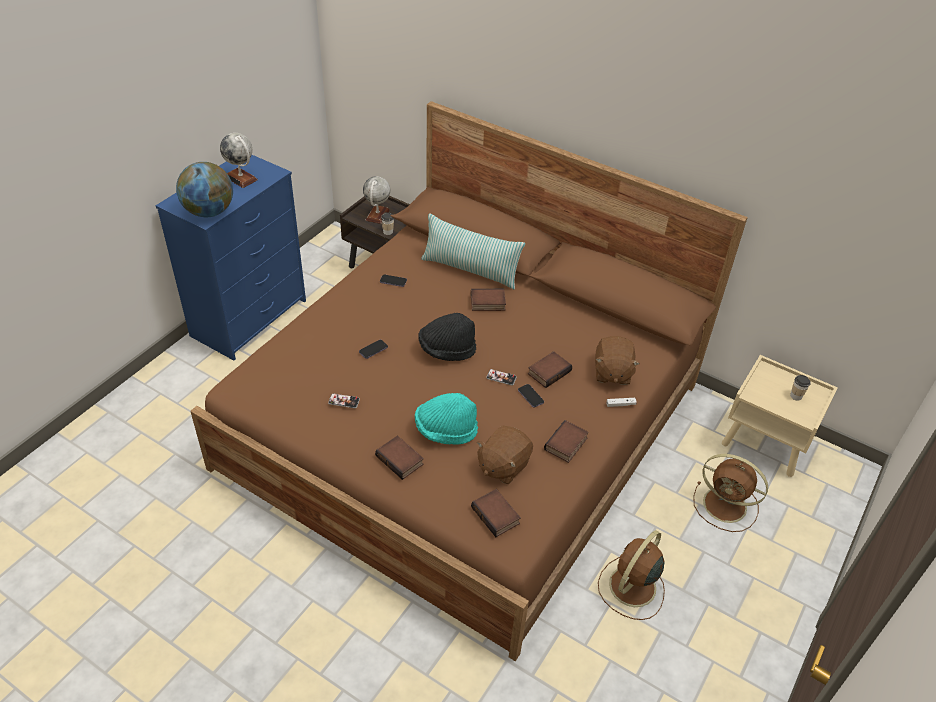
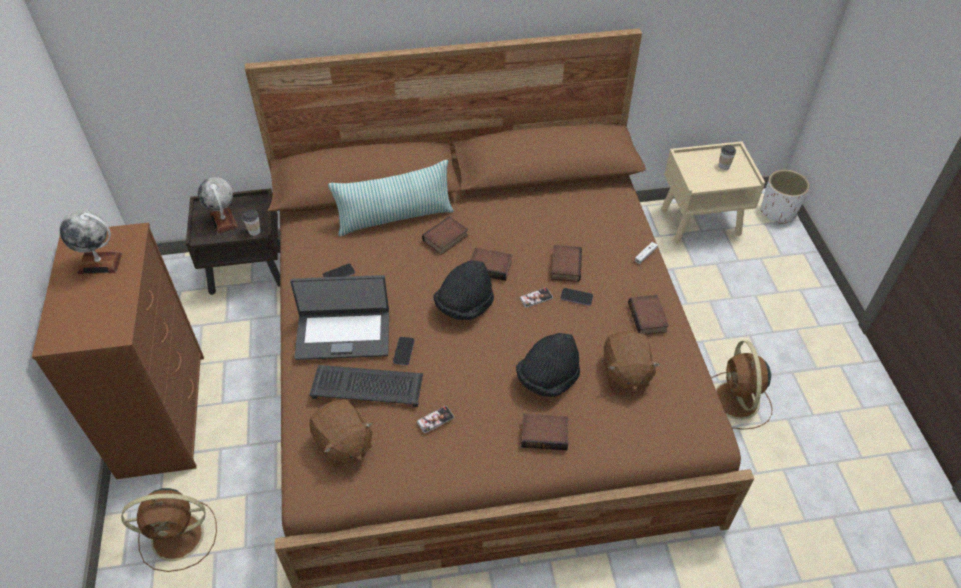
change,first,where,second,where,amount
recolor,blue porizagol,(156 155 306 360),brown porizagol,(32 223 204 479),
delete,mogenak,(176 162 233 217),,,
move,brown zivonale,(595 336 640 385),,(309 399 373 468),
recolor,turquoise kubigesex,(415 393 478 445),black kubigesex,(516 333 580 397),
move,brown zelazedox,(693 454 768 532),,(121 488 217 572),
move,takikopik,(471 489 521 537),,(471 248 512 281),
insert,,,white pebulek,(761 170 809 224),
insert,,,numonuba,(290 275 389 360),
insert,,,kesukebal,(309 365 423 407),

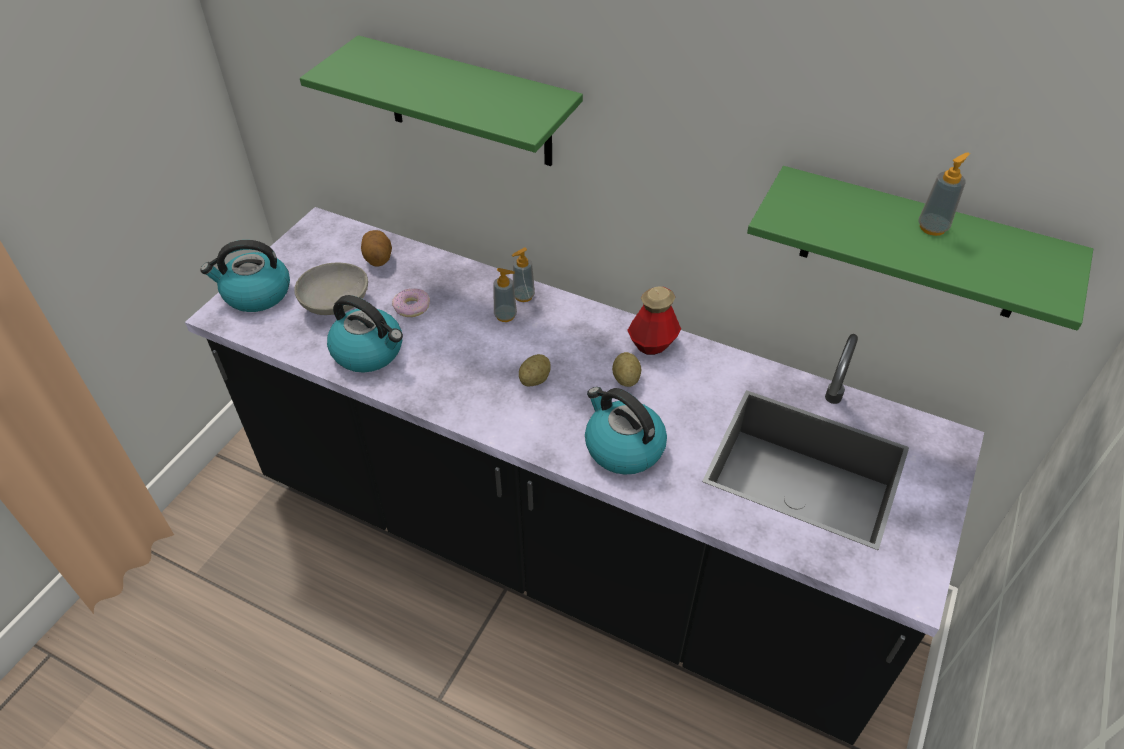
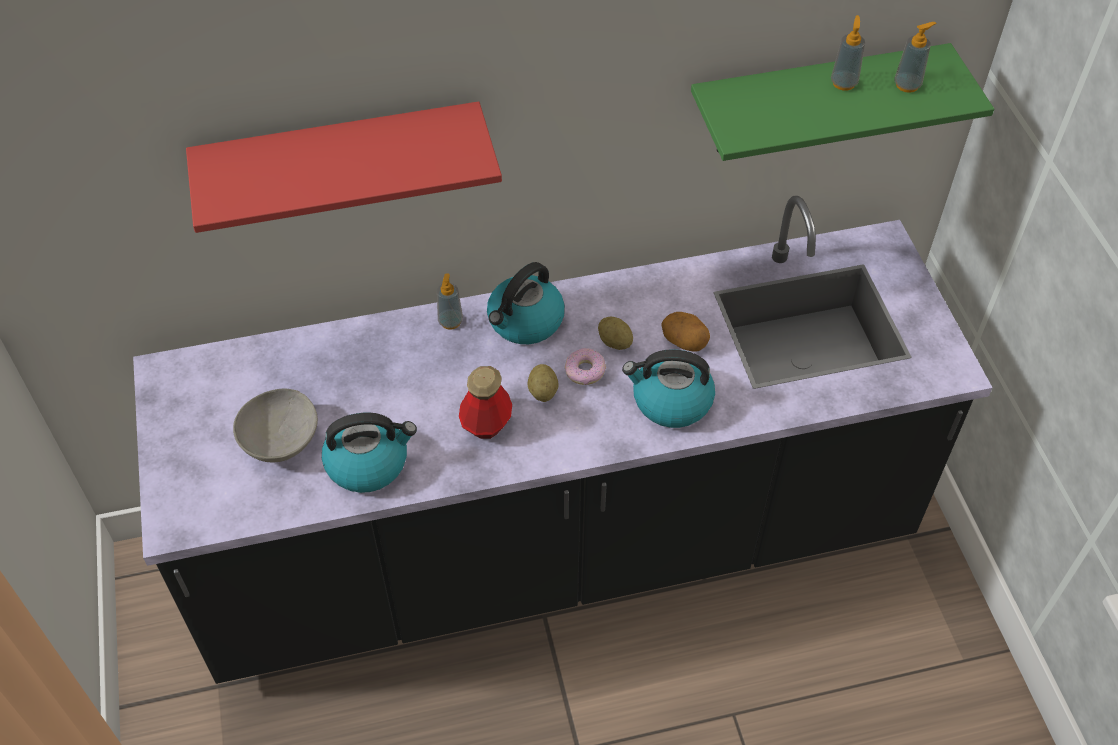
change,first,where,second,where,amount
recolor,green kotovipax,(300 35 583 166),red kotovipax,(186 101 502 233),
move,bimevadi,(361 230 392 267),,(661 312 710 352),
move,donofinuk,(201 240 290 312),,(487 262 565 344),
move,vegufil,(493 268 517 322),,(895 22 936 93),
move,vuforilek,(627 287 681 355),,(459 366 512 439),
move,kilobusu,(392 289 430 317),,(565 348 606 385),

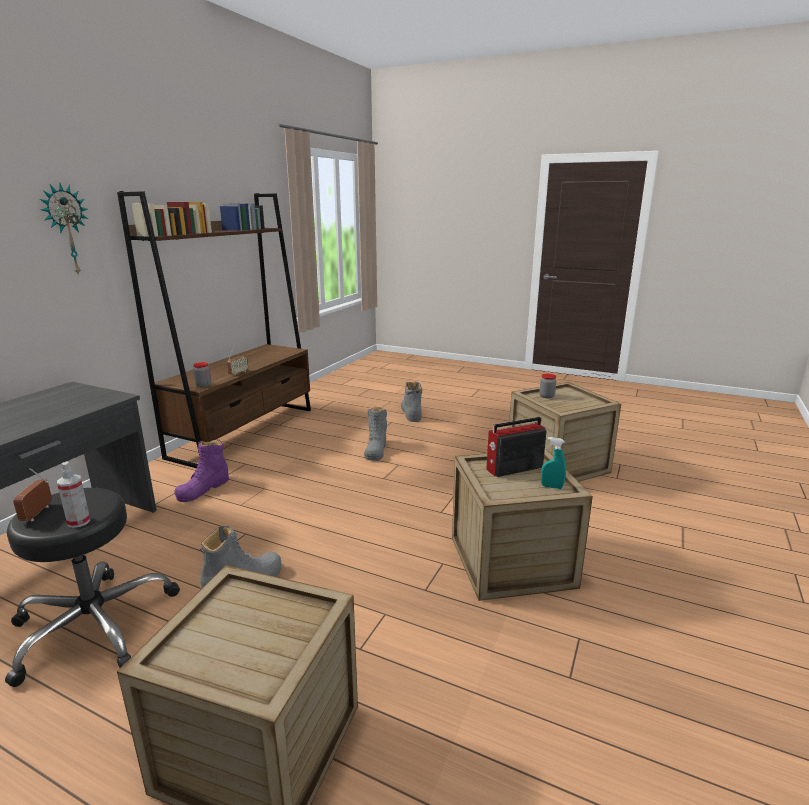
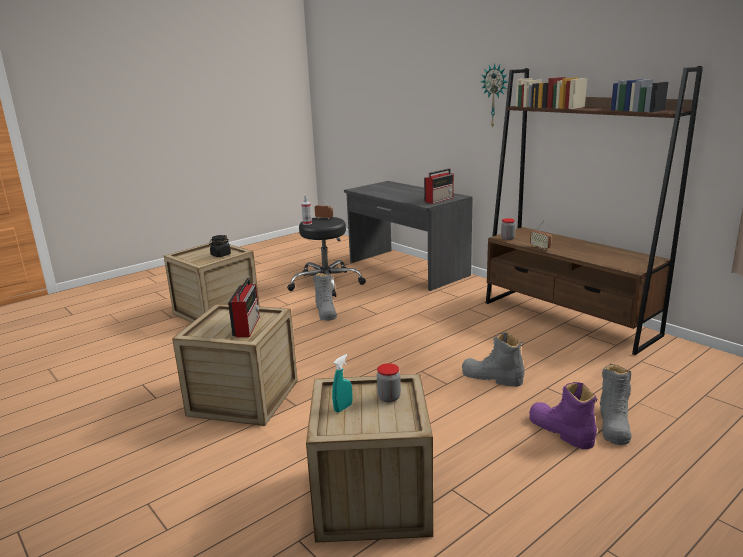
change,first,where,second,where,amount
rotate,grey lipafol,(401 382 422 422),,(600 364 632 445),90 degrees clockwise
move,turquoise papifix,(541 437 566 489),,(332 354 352 413),
move,purple lipafol,(174 439 229 502),,(529 382 597 449),
insert,,,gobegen,(424 168 454 204),
insert,,,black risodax,(209 235 231 257),

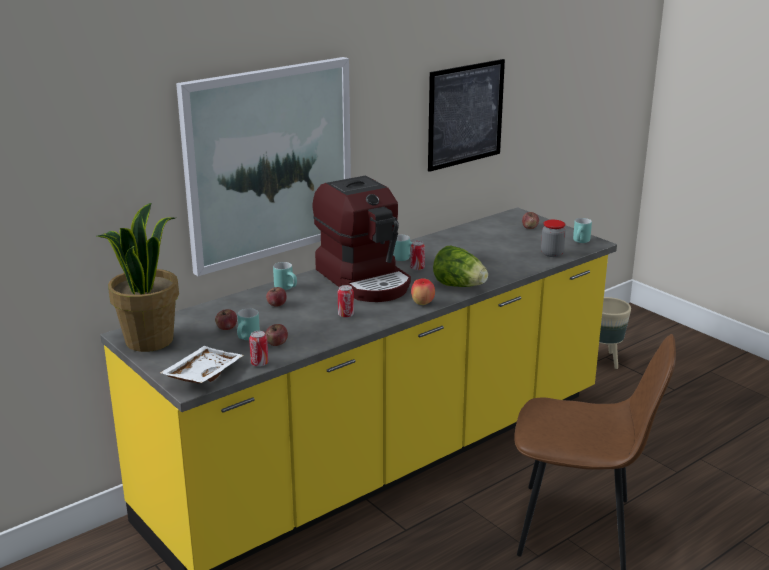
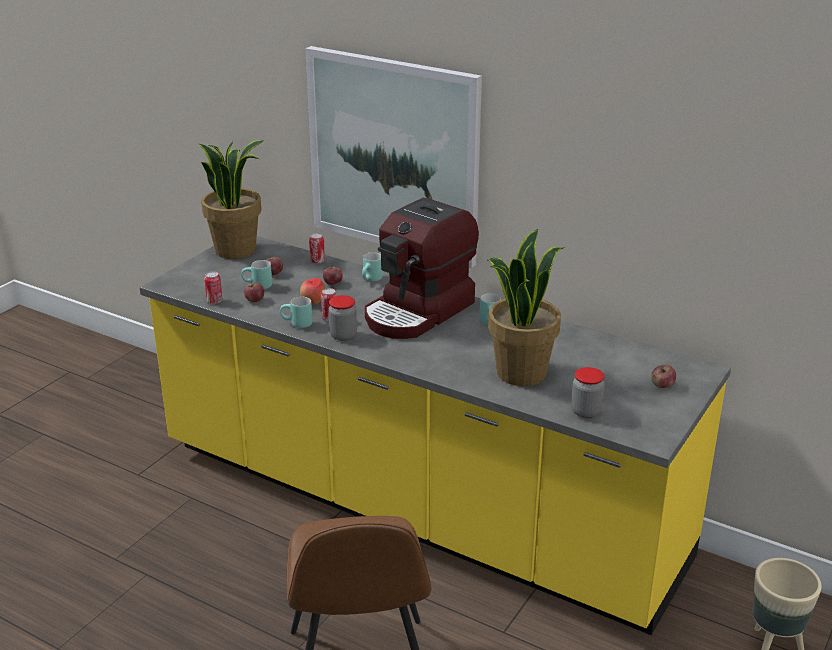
change,first,where,second,where,amount
delete,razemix,(428 59 505 172),,,
move,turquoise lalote,(573 218 592 243),,(280 297 312 328),
move,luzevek,(410 241 425 270),,(309 233 325 264),
delete,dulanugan,(433 246 488 287),,,
move,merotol,(411 278 435 305),,(300 278 325 305),
delete,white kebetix,(160 346 244 384),,,
insert,,,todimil,(488 229 563 386),
insert,,,risodax,(328 295 357 341),

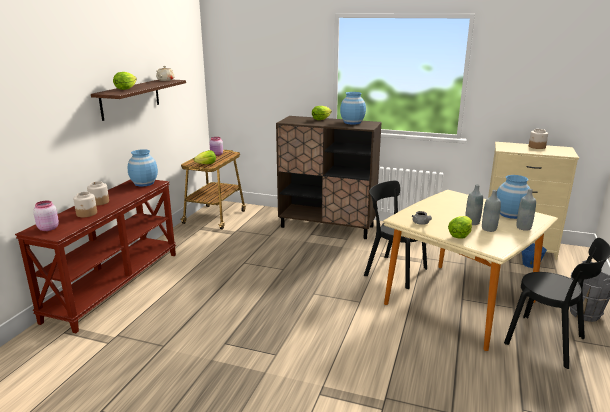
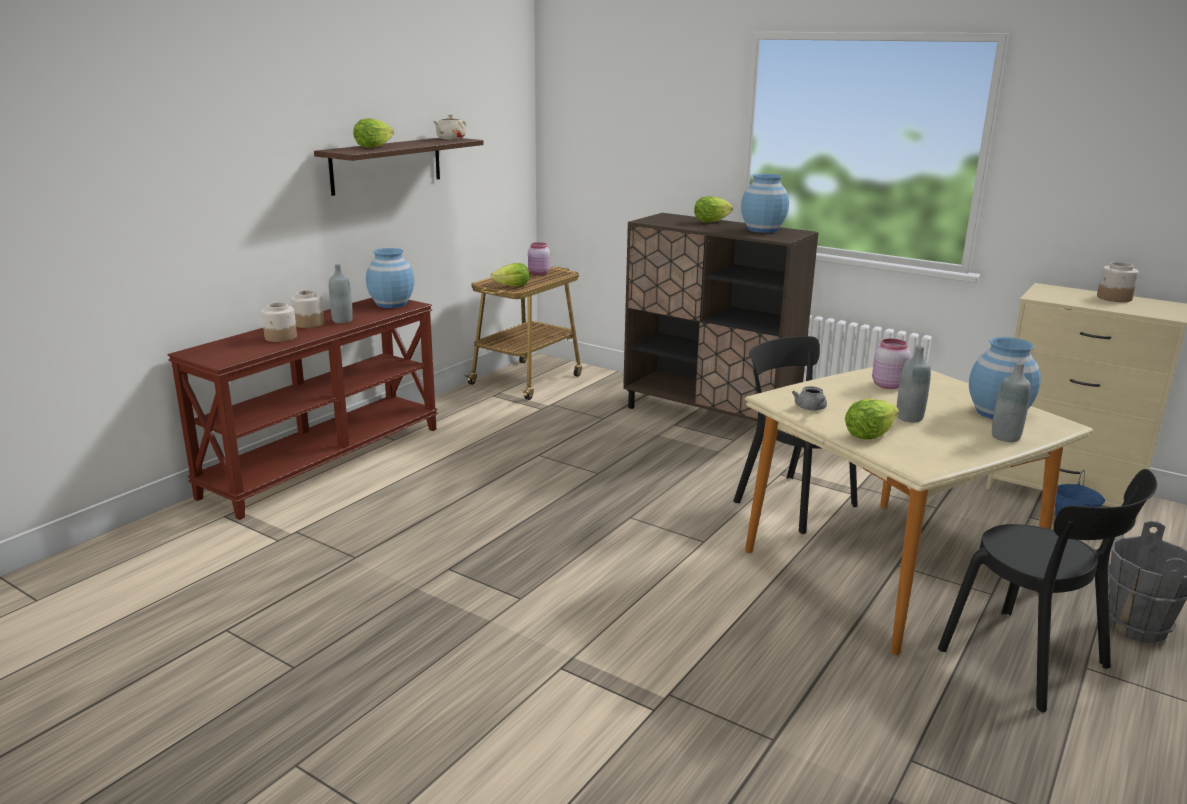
change,first,where,second,where,amount
move,grey vuforilek,(482 190 501 232),,(329 264 353 323),
move,pink risodax,(33 200 59 231),,(872 339 911 389),

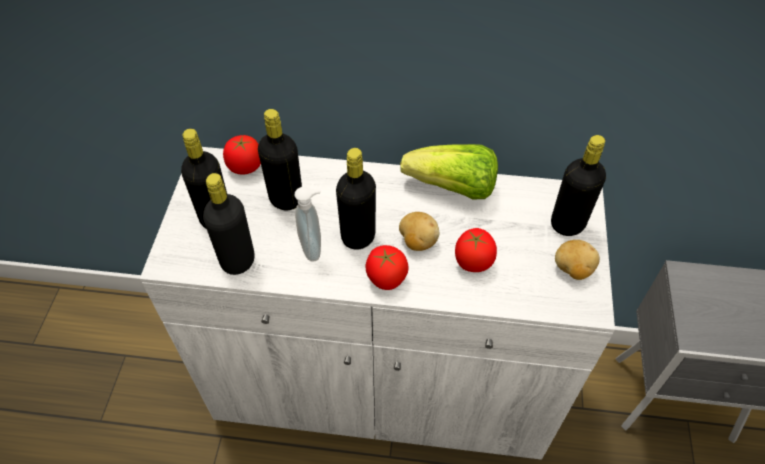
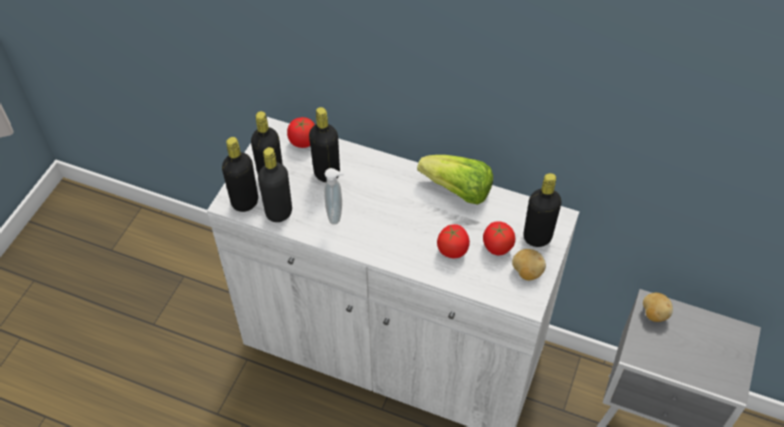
change,first,where,second,where,amount
move,black vuforilek,(336 148 376 250),,(222 137 258 212),
move,bimevadi,(399 212 439 251),,(643 293 673 322),
move,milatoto,(365 245 408 290),,(483 221 515 256),

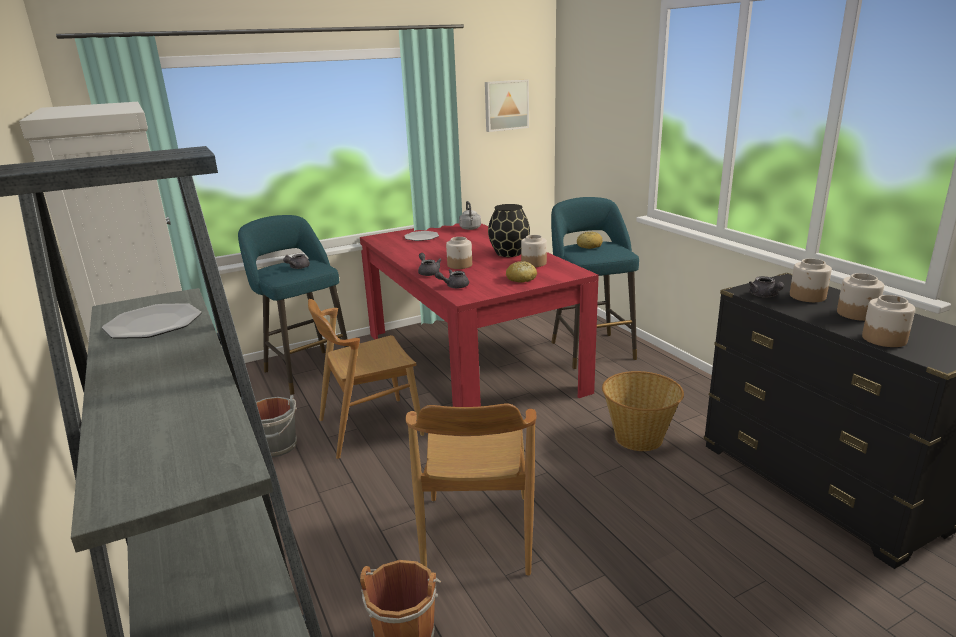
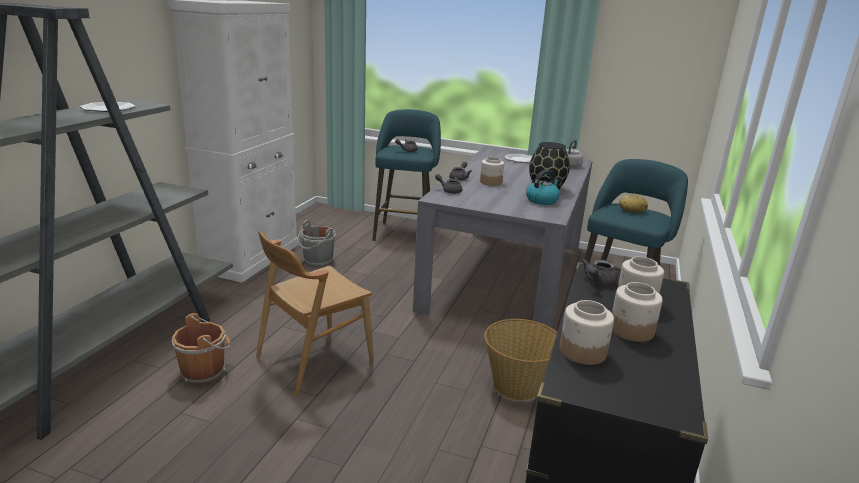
change,first,where,second,where,amount
delete,razemix,(485 79 529 132),,,
recolor,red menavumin,(360 223 599 407),grey menavumin,(413 147 593 328),
replace,risodax,(521 235 547 267),donofinuk,(526 170 560 205),
delete,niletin,(506 261 537 283),,,
delete,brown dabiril,(308 299 424 459),,,

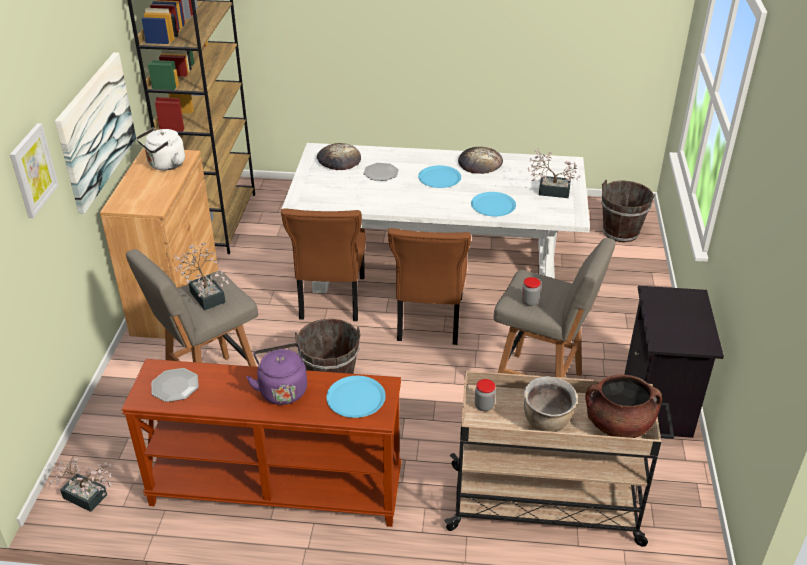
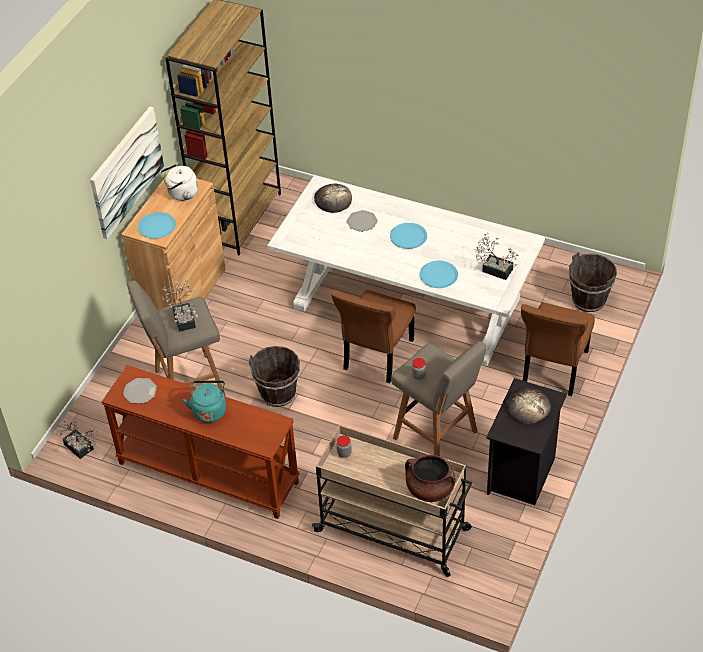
change,first,where,second,where,amount
delete,razemix,(10 123 59 218),,,
move,niletin,(458 147 503 174),,(506 387 551 424),
move,brown dabiril,(281 209 366 321),,(521 303 595 397),
recolor,purple donofinuk,(246 343 307 405),turquoise donofinuk,(183 380 226 423),
move,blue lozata,(326 376 386 418),,(138 212 176 239),
delete,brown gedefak,(524 376 577 432),,,

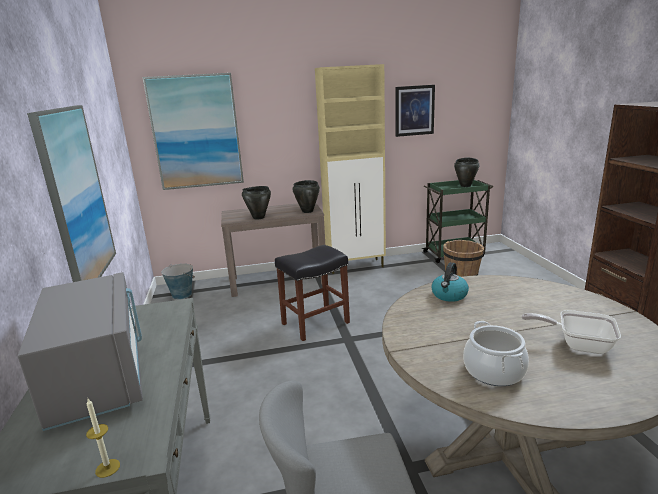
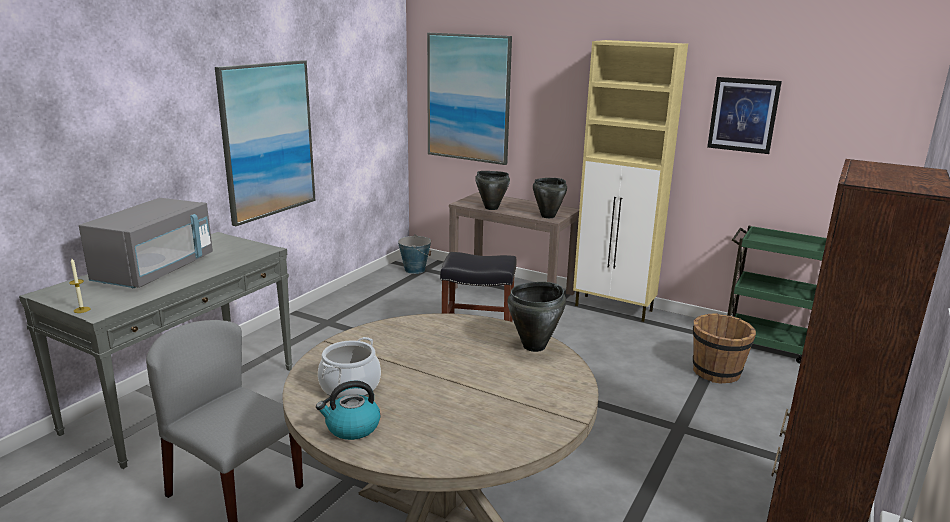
change,first,where,second,where,amount
move,black gedefak,(454 158 479 187),,(507 282 566 352),
move,donofinuk,(431 262 469 302),,(316 380 380 440),
delete,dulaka,(522 310 621 354),,,

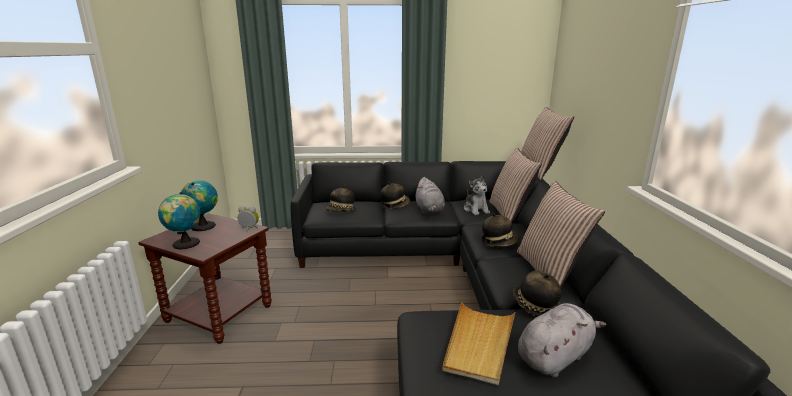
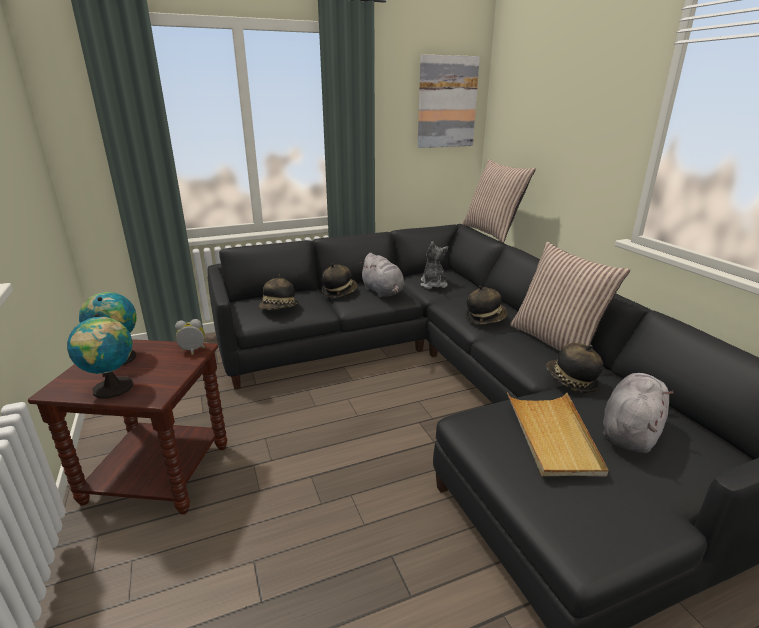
change,first,where,second,where,amount
delete,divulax,(490 147 541 222),,,
rotate,zivonale,(464 175 490 215),,(420 241 448 289),150 degrees counterclockwise
insert,,,razemix,(418 55 480 148),

